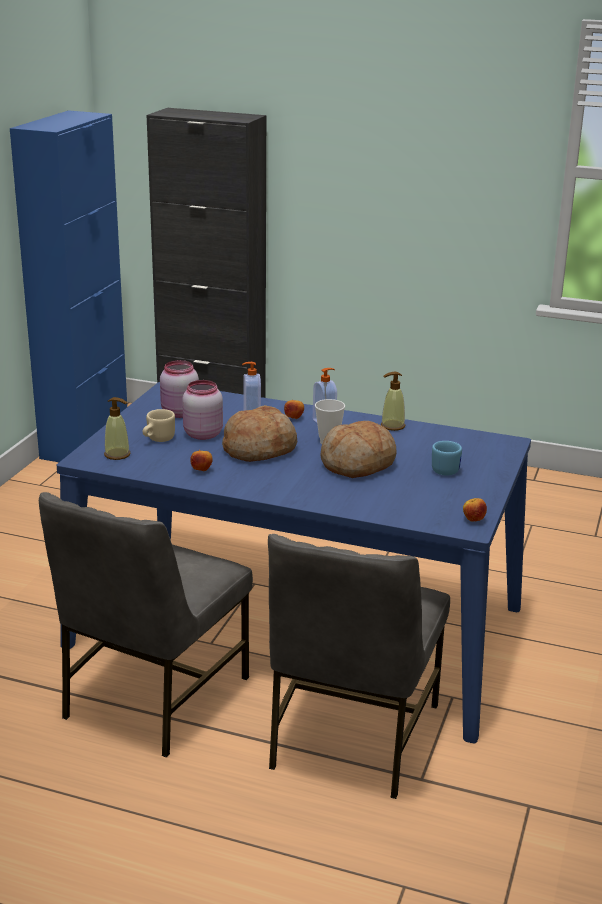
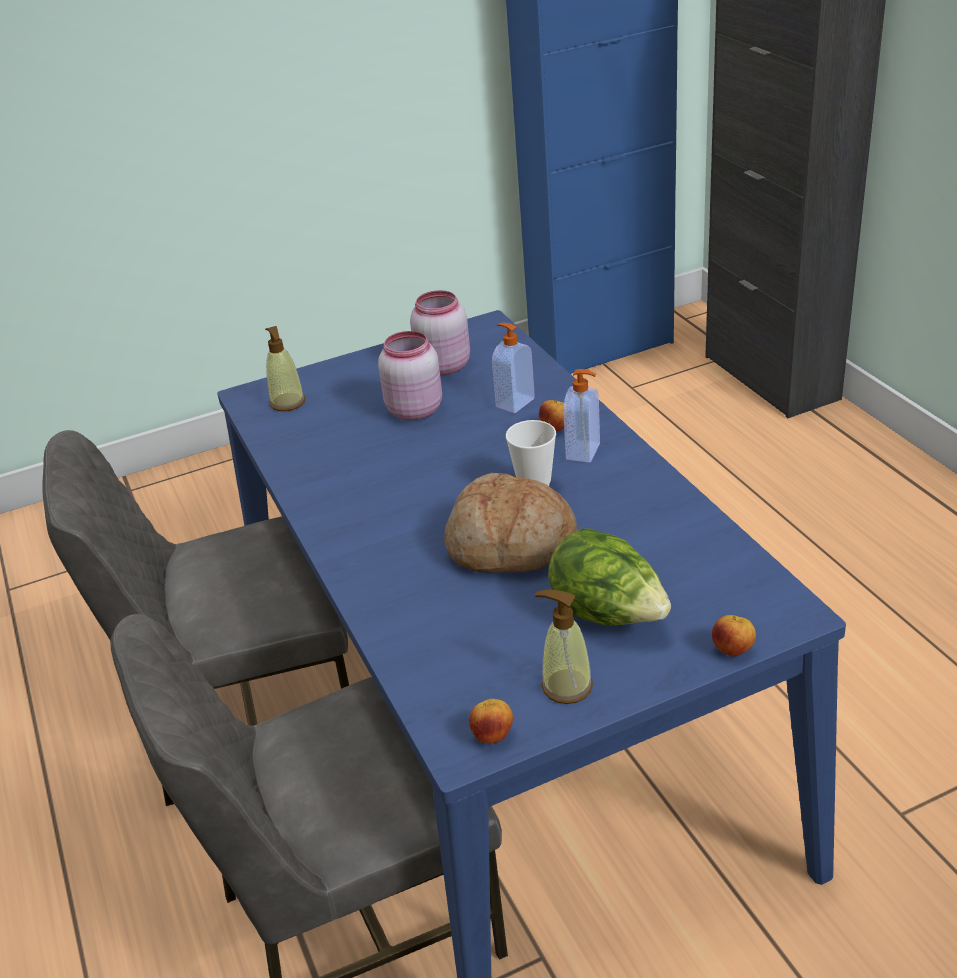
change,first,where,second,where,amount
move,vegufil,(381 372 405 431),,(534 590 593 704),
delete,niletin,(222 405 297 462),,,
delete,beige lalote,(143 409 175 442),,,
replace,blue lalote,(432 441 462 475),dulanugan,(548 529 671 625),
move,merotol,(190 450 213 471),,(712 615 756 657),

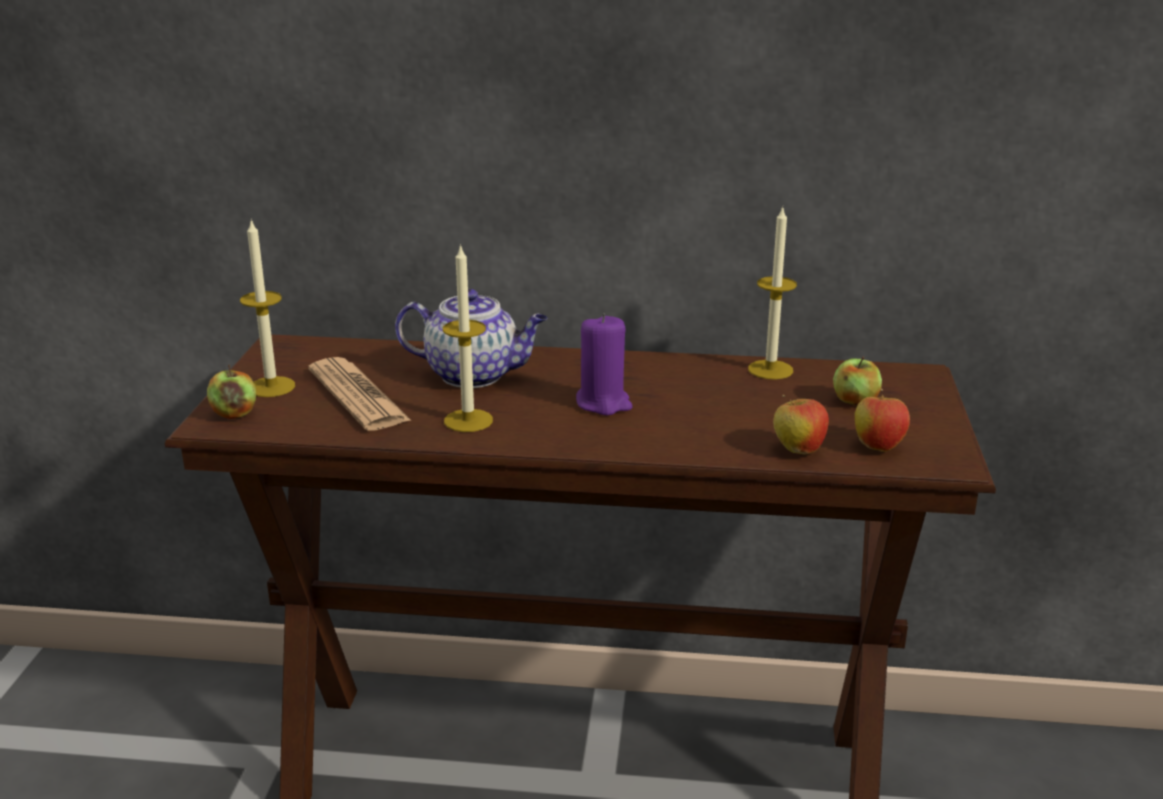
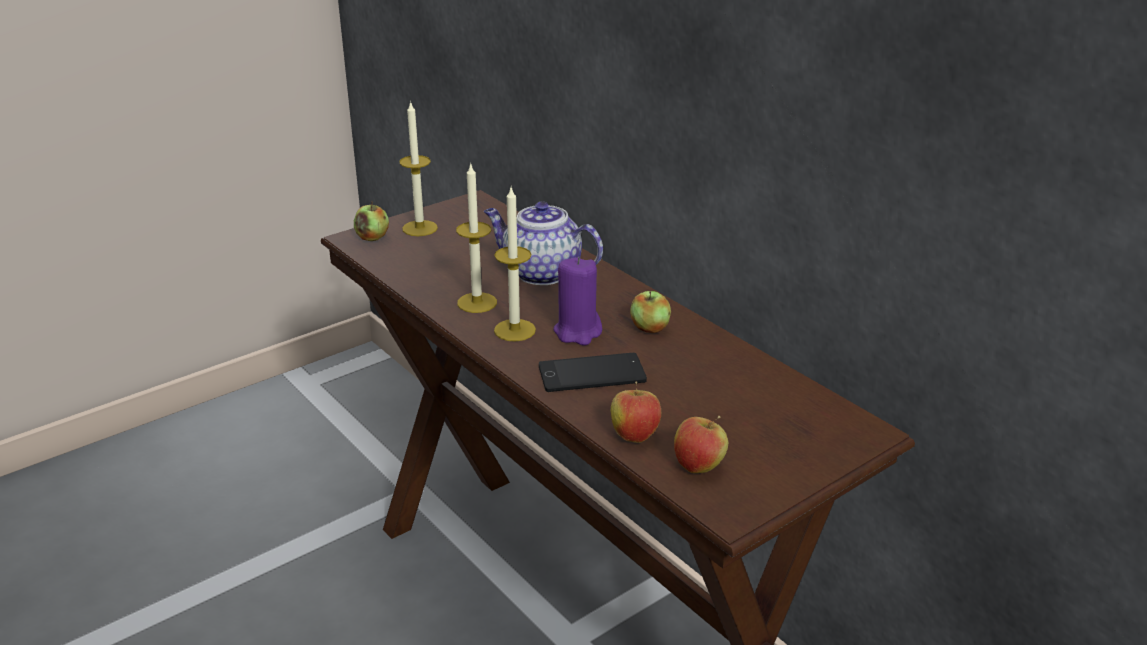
change,first,where,second,where,amount
move,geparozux,(748 207 797 380),,(494 188 536 342),
rotate,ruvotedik,(395 289 548 388),,(484 201 603 285),150 degrees clockwise
move,merotol,(833 356 882 406),,(630 291 671 333),
delete,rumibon,(308 357 412 431),,,
insert,,,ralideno,(539 353 647 392),

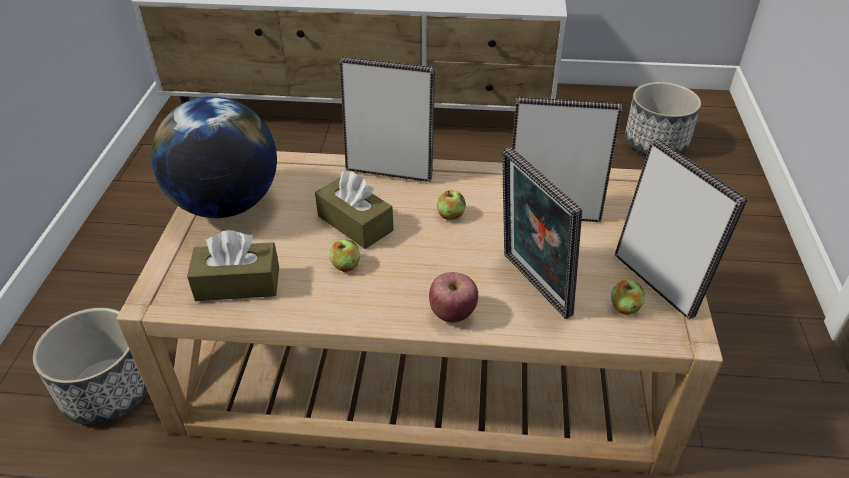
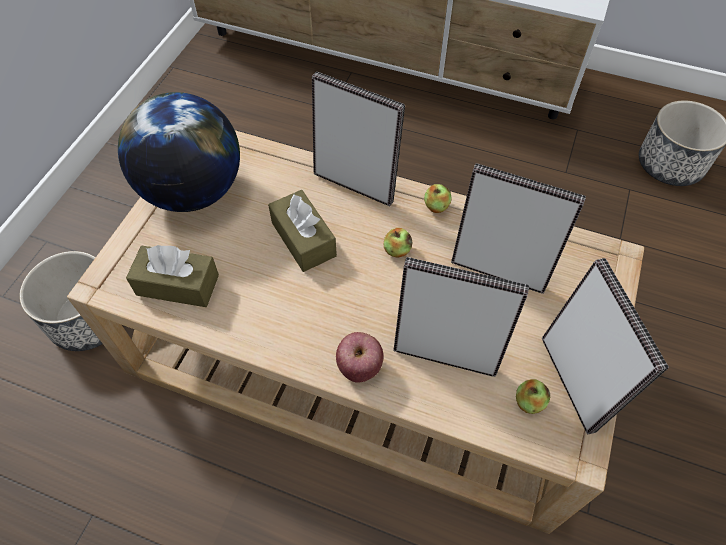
change,first,where,second,where,amount
rotate,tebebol,(502 147 582 319),,(393 257 529 377),120 degrees clockwise
move,merotol,(329 239 360 272),,(424 184 452 213),

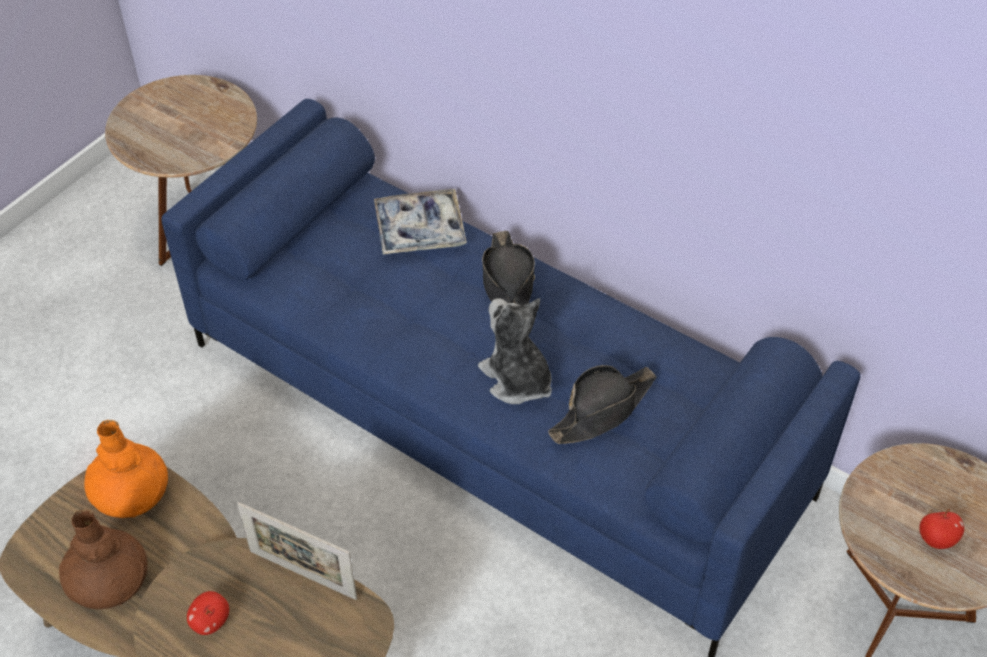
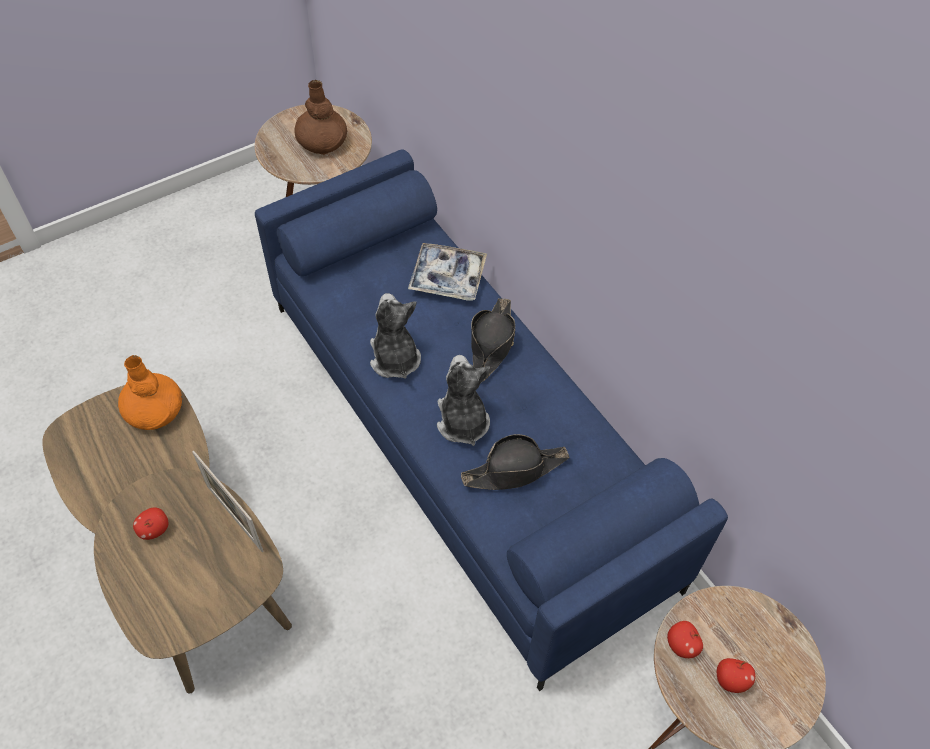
change,first,where,second,where,amount
move,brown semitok,(59 509 148 609),,(294 80 347 155),
insert,,,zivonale,(370 293 421 379),
insert,,,merotol,(667 621 703 658),

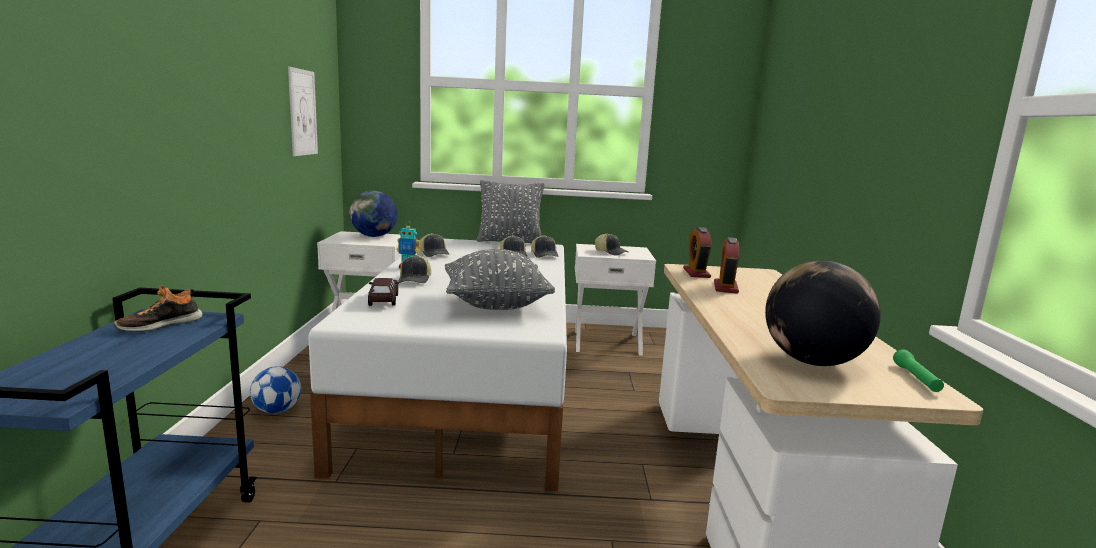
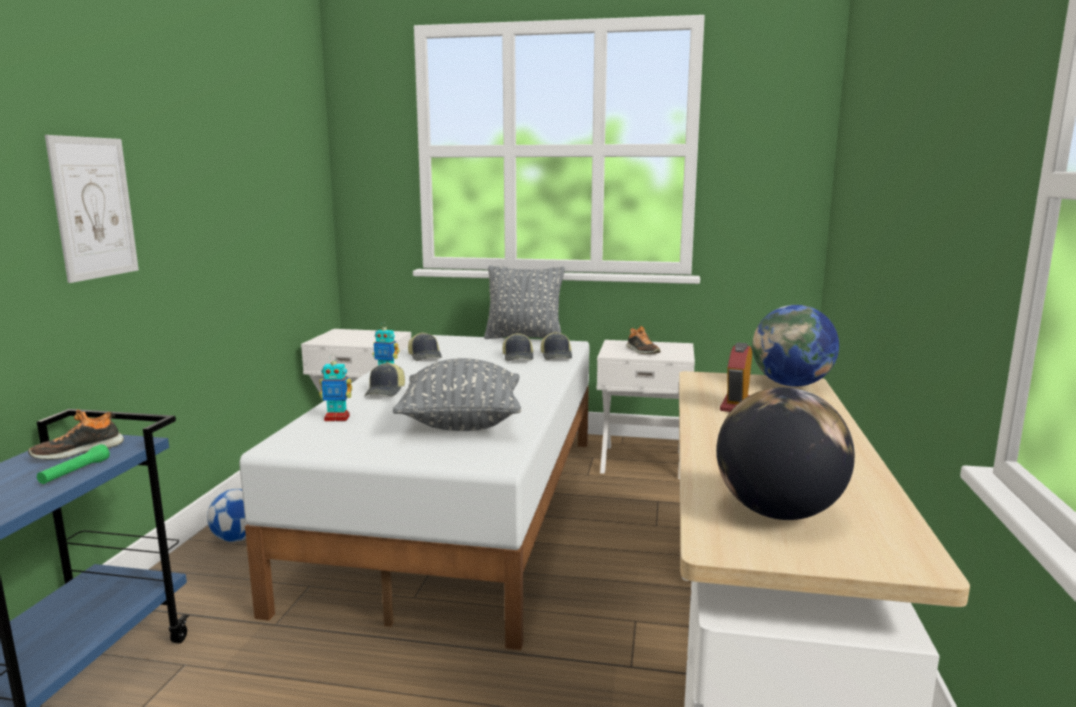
change,first,where,second,where,amount
move,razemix,(288 67 318 156),,(45 135 139 283),
move,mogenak,(350 191 398 237),,(752 305 839 387),
delete,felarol,(683 227 712 278),,,
replace,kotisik,(595 233 628 255),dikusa,(626 326 661 354),
replace,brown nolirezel,(368 278 399 306),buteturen,(319 355 352 421),
move,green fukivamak,(893 349 944 392),,(37 444 110 484),

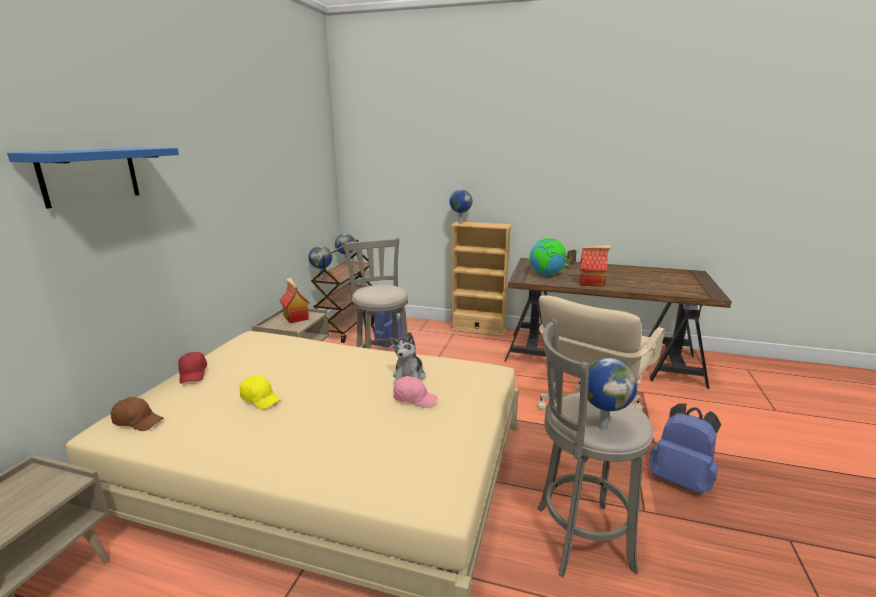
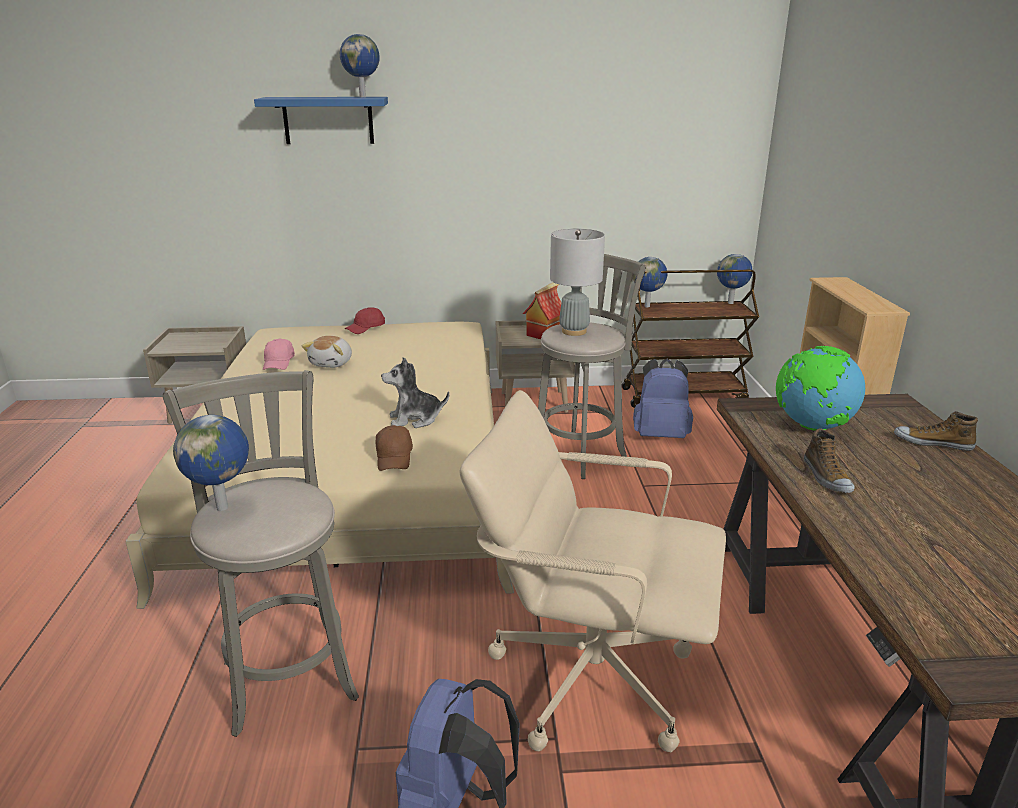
change,first,where,second,where,amount
move,mogenak,(449 189 472 224),,(340 34 380 97),
replace,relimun,(580 246 611 287),dikusa,(804 429 855 493),
replace,yellow kotisik,(239 375 281 409),zivonale,(302 336 352 368),
move,pink kotisik,(393 376 438 408),,(263 339 295 370),
move,brown kotisik,(110 397 164 431),,(376 425 413 471),
insert,,,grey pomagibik,(550 229 605 336),

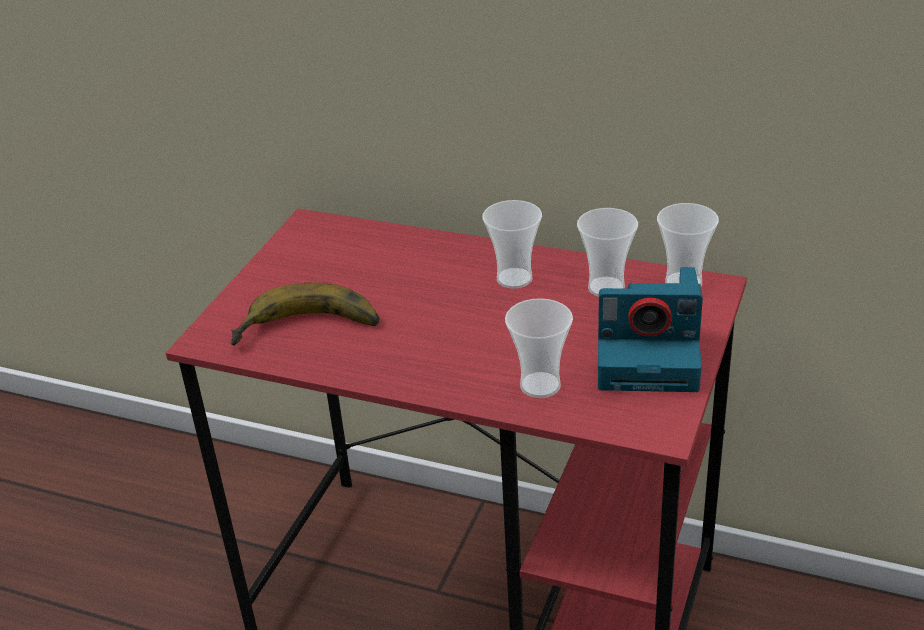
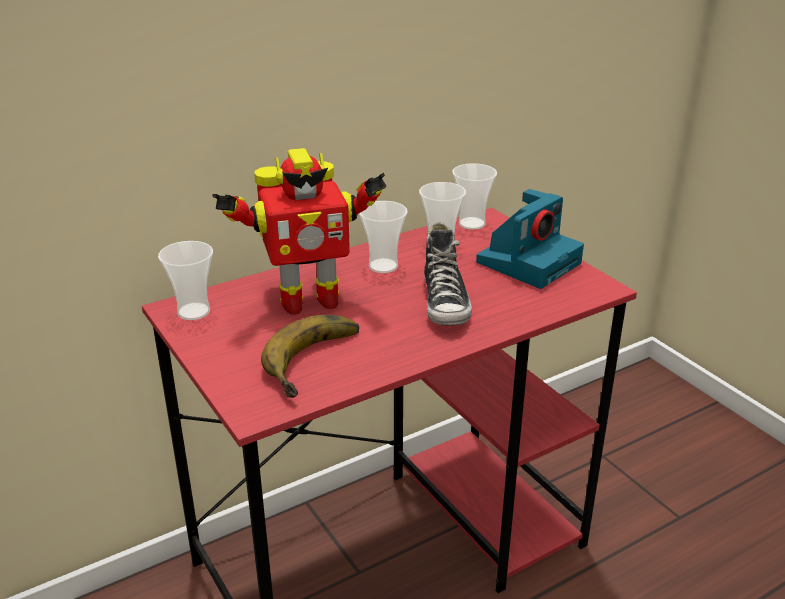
change,first,where,second,where,amount
move,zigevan,(505 298 573 398),,(158 241 213 320),
insert,,,buteturen,(212 148 387 315),
insert,,,dikusa,(424 222 472 326),

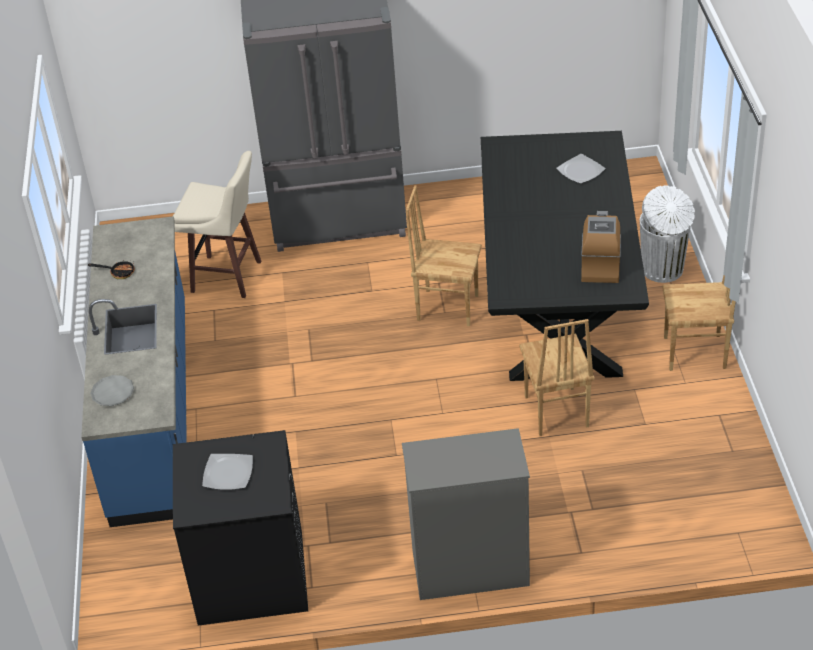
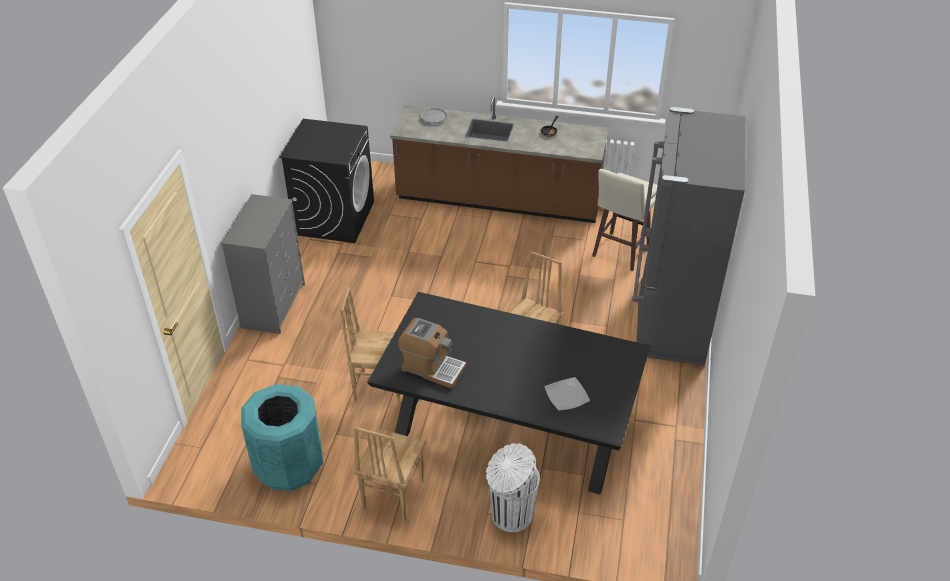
change,first,where,second,where,amount
recolor,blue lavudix,(81 216 187 527),brown lavudix,(390 96 608 223),
delete,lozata,(202 454 253 490),,,
insert,,,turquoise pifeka,(241 384 323 491),

